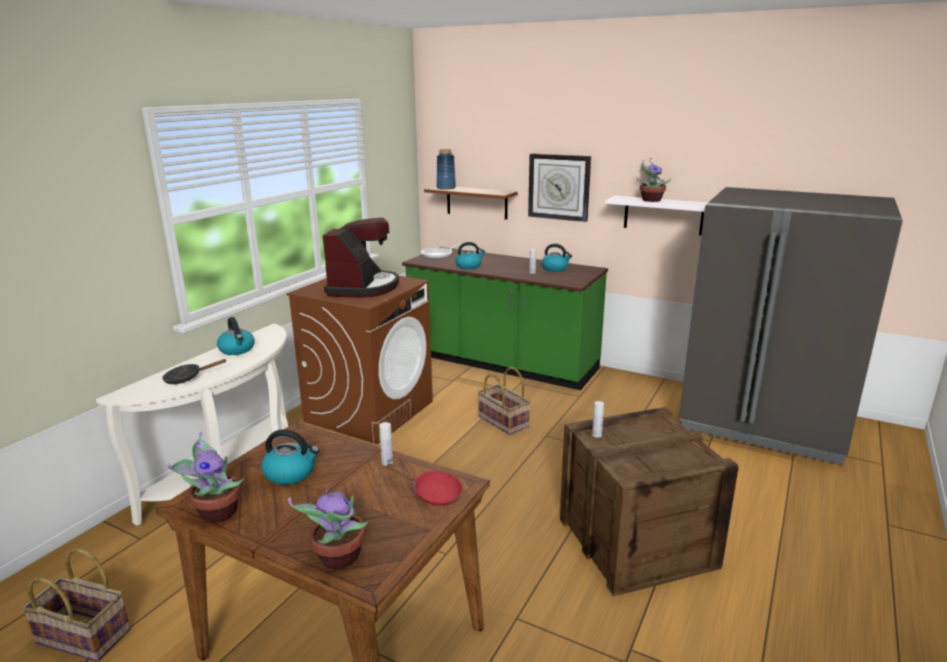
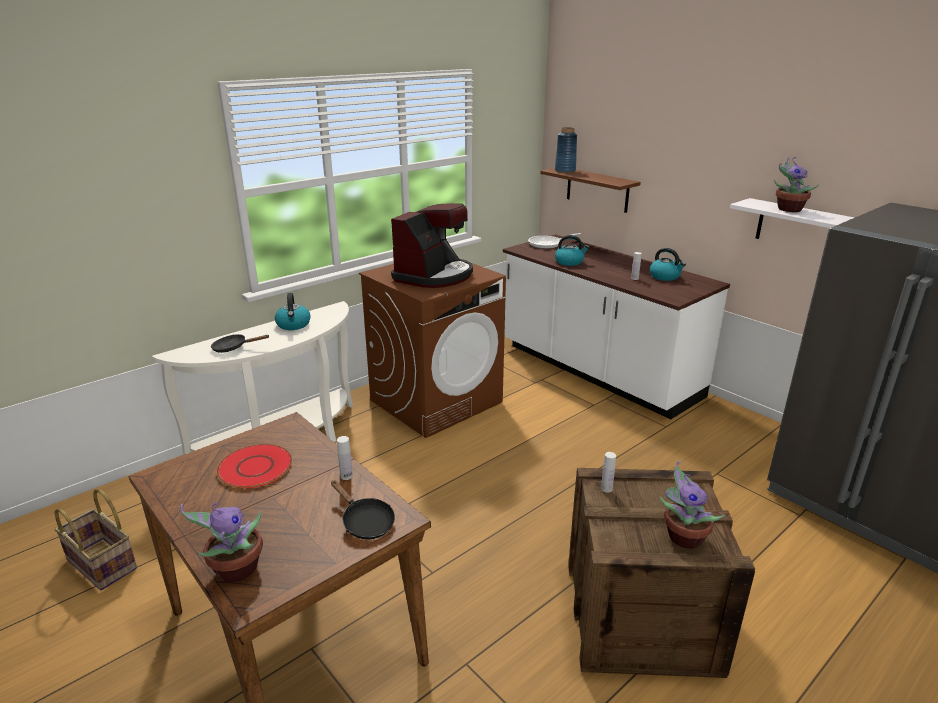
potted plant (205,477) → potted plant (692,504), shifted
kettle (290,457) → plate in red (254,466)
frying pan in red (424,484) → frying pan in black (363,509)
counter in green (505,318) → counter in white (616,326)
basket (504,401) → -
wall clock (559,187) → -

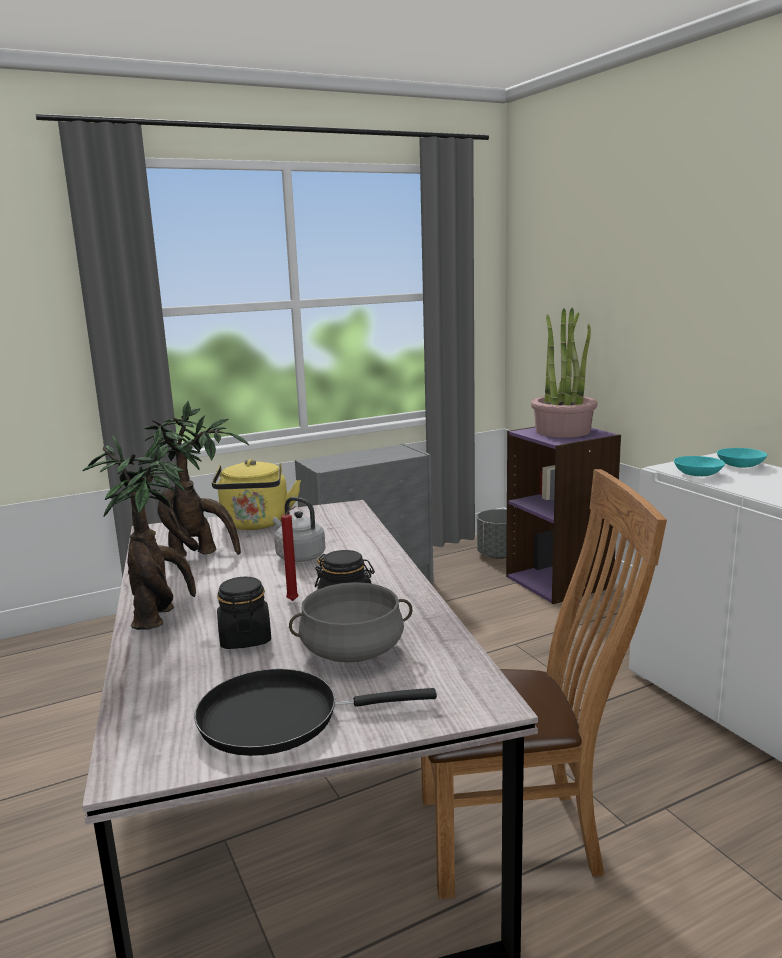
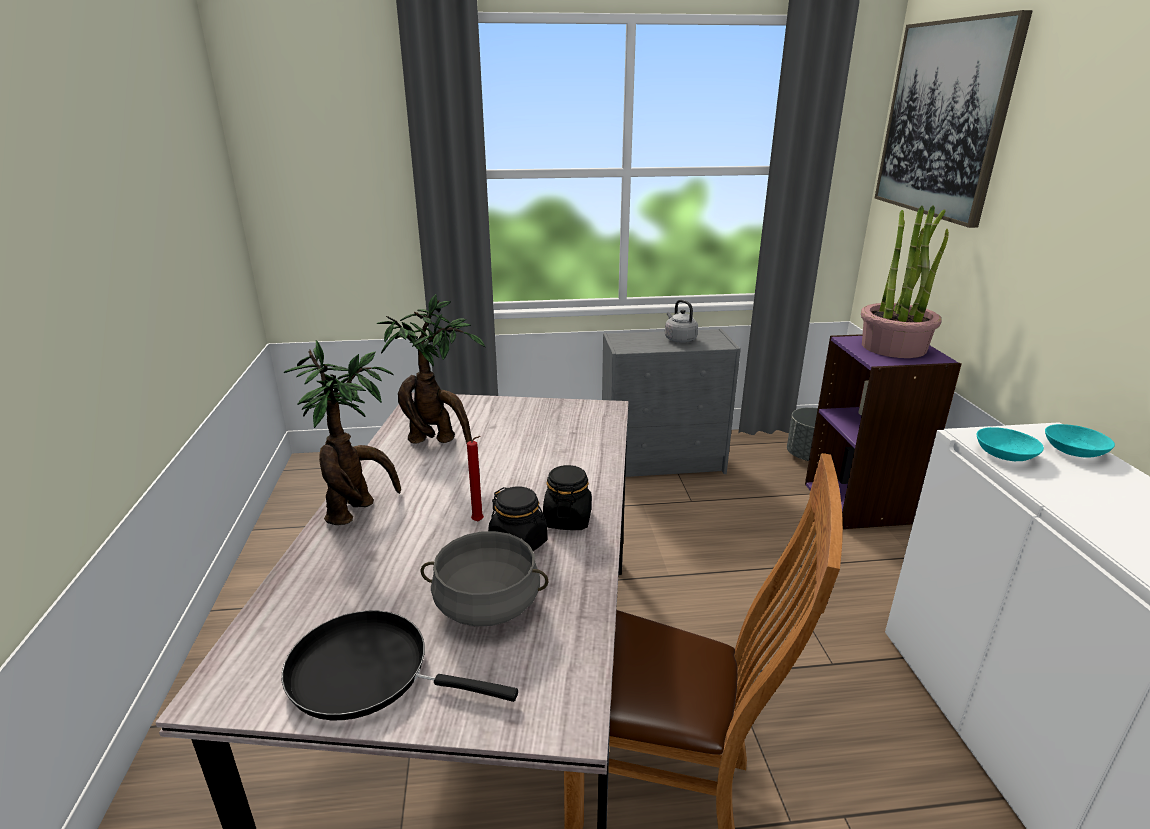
kettle in yellow (256,494) → -
jar in black (244,613) → jar in black (567,497), shifted
kettle in grey (299,529) → kettle in grey (681,321), shifted
- → picture (953,119)

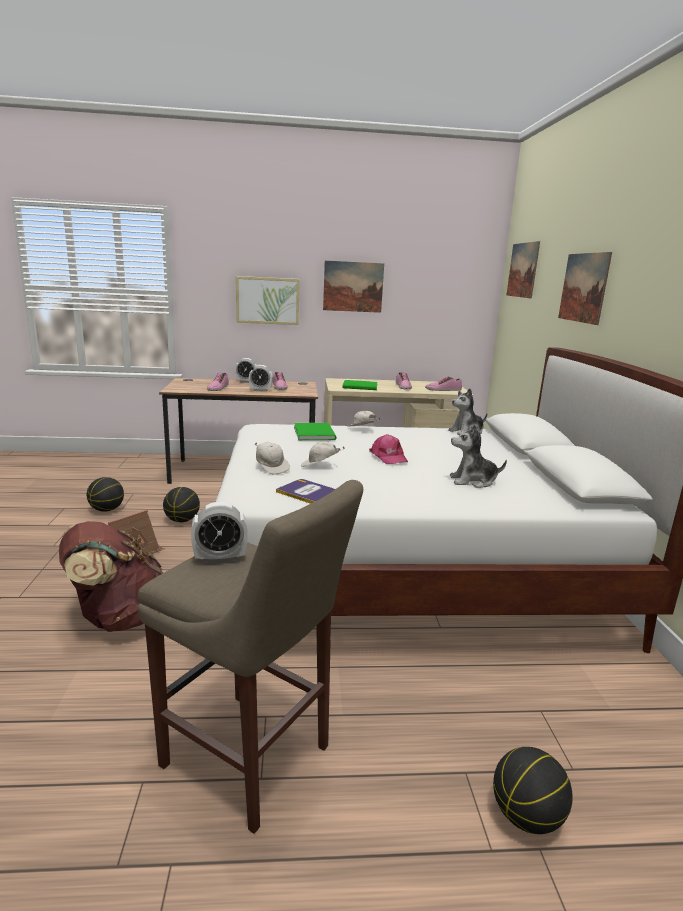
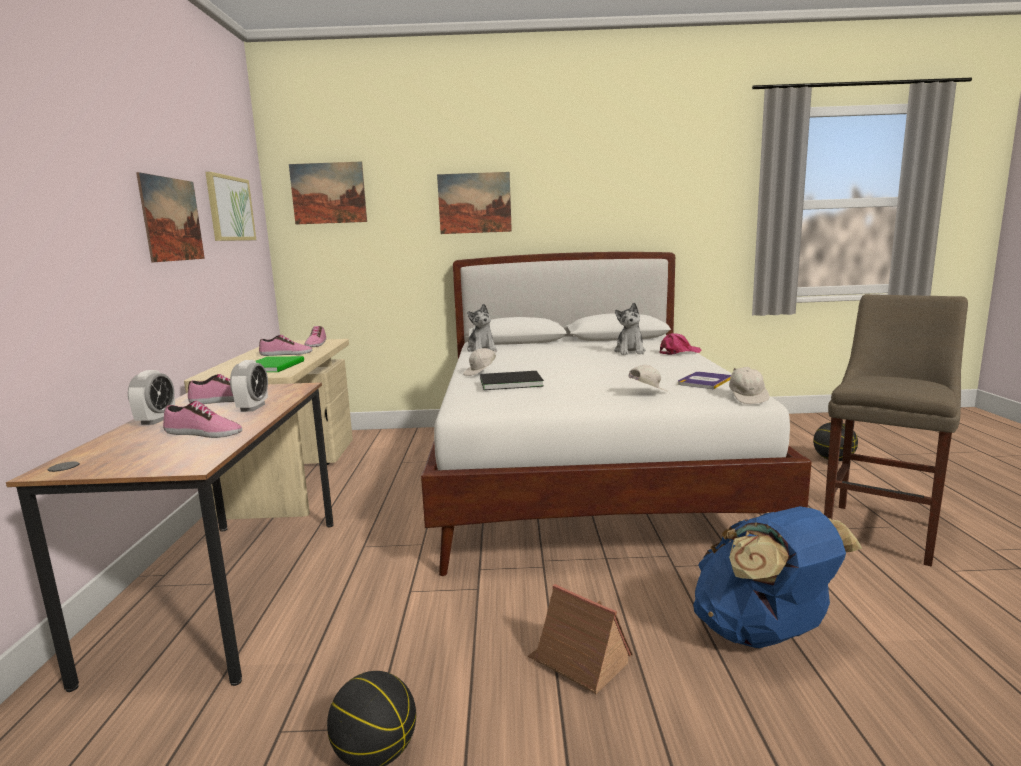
backpack in brown (111,576) → backpack in blue (777,577)
basketball (181,504) → -
alarm clock (219,533) → -
picture (268,300) → picture (230,206), shifted
book in green (315,431) → book in black (512,380)
cap in white (323,454) → cap in white (749,385), shifted
cap in pink (388,449) → cap in pink (680,344), shifted

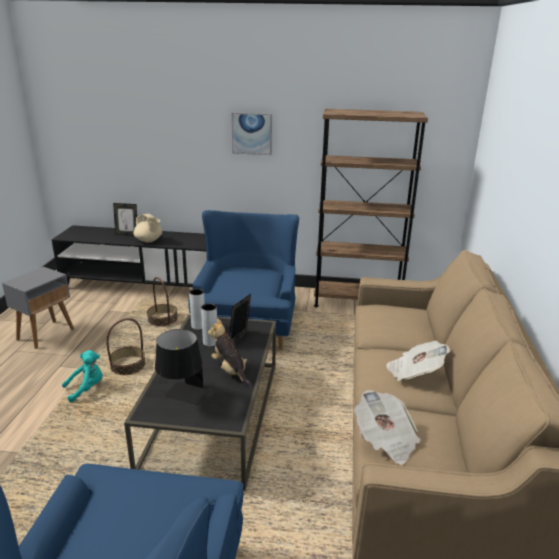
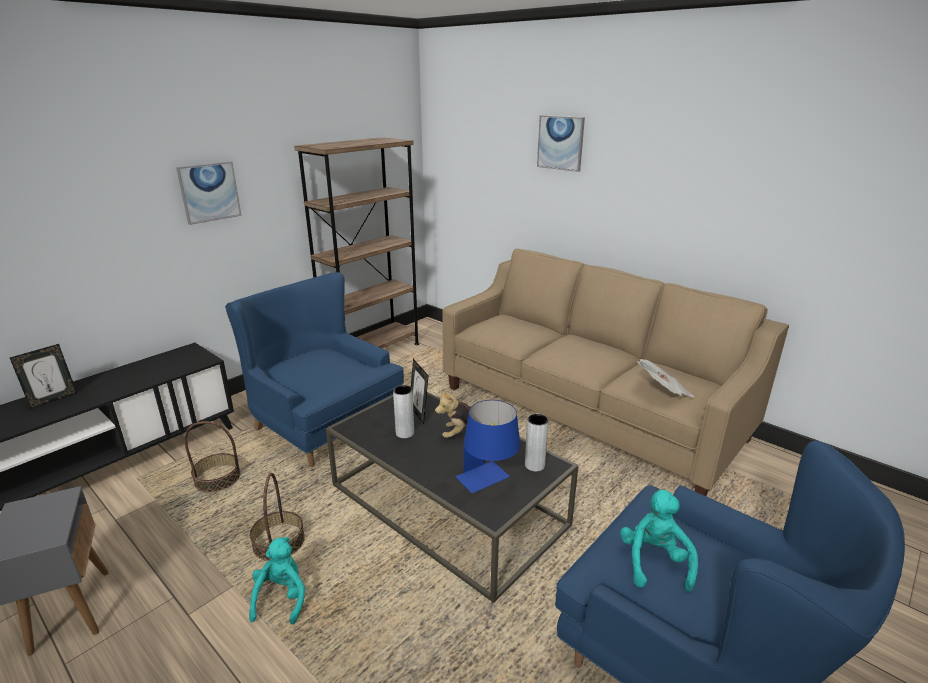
teapot in beige (147,228) → -
table lamp in black (182,367) → table lamp in blue (488,446)
vase in grey (197,309) → vase in grey (537,442), shifted
newspaper (418,361) → -
- → picture (561,143)
- → plush toy in turquoise (659,541)

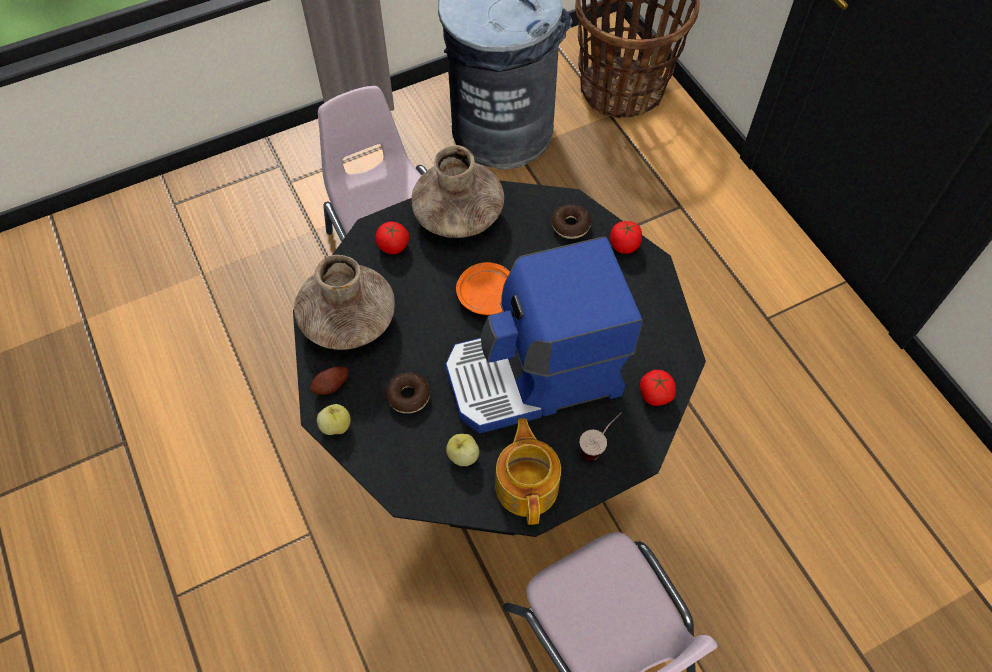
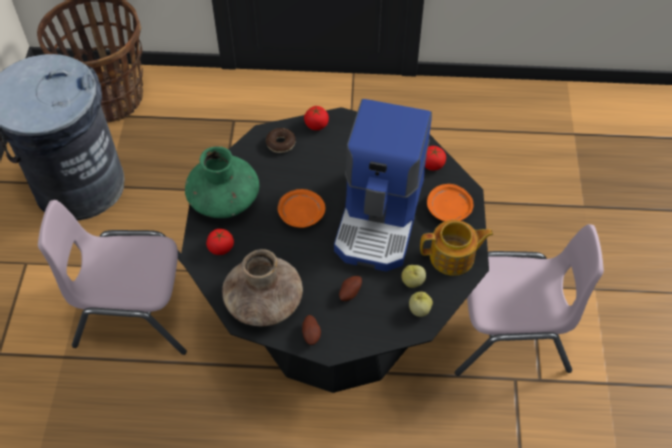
apple (334,419) → apple (421,304), shifted
donut (408,393) → potato (350,288)
vase in brown (457,191) → vase in green (222,182)
teapot (528,471) → teapot (457,248), 150 degrees clockwise
cup (601,436) → plate in orange (450,202)

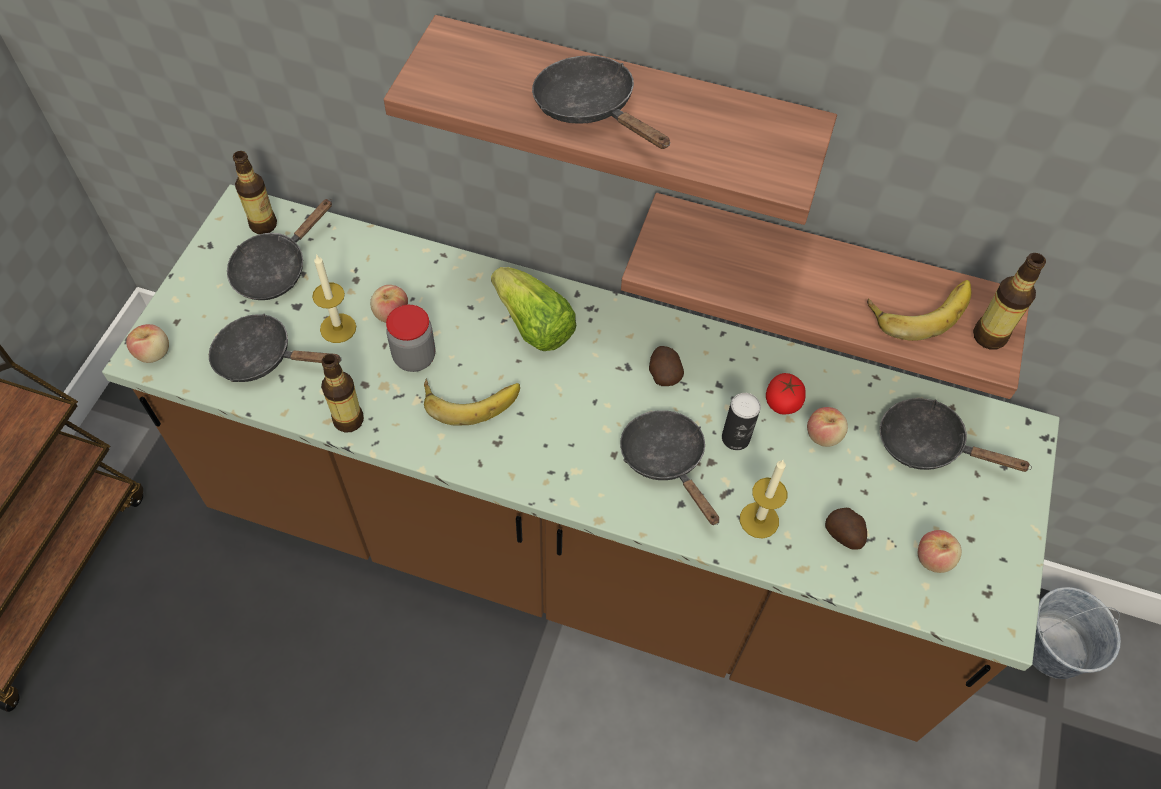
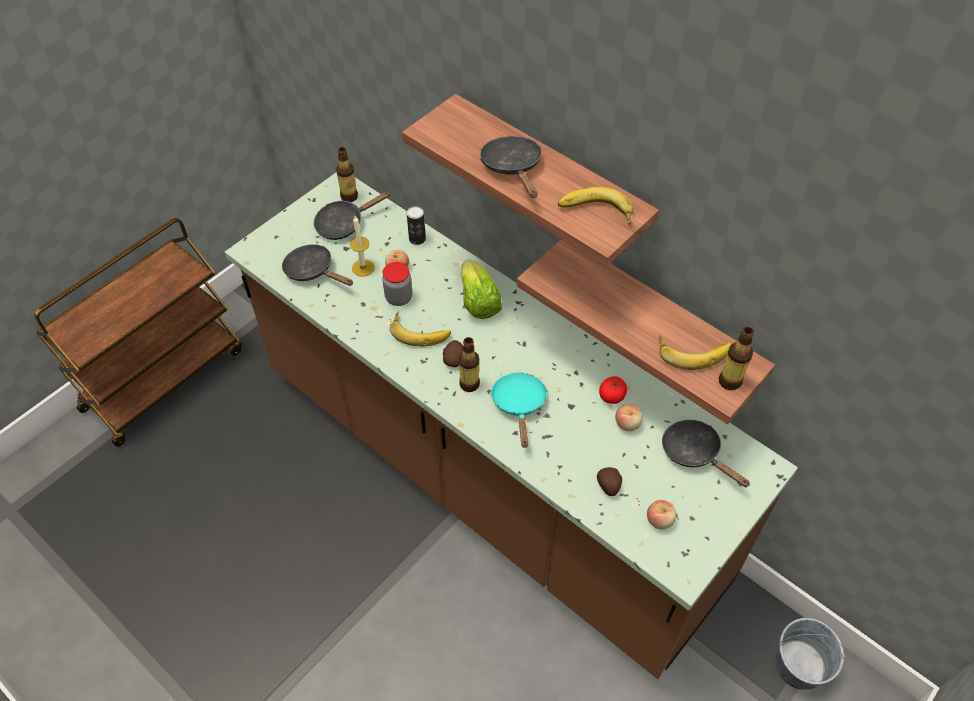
apple (147,343) → -
bottle (342,393) → bottle (469,364), shifted
frying pan in black (669,467) → frying pan in turquoise (519,410)
potato (666,366) → potato (453,353), shifted
can (741,421) → can (416,225), shifted
candle (763,499) → -
- → banana (596,206)

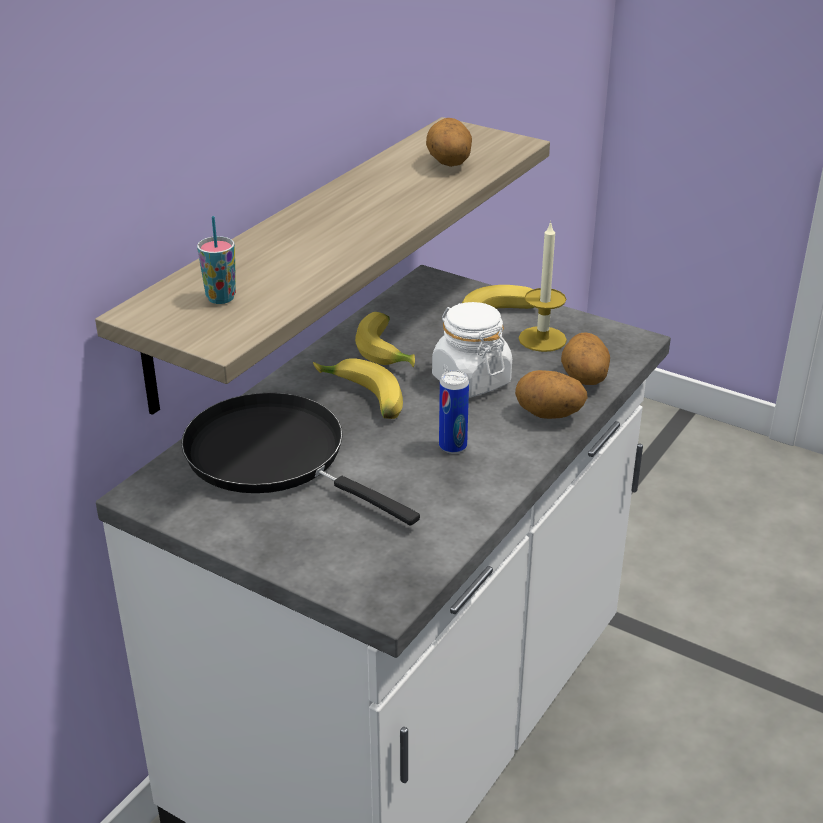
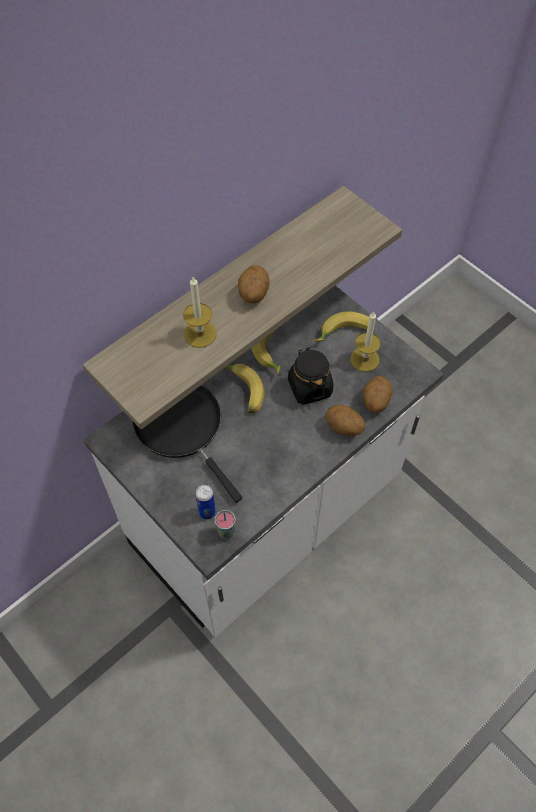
cup (216,260) → cup (225,524), shifted
potato (449,142) → potato (254,284), shifted
jar in white (472,350) → jar in black (311,376)
can (454,412) → can (205,502), shifted
- → candle (199,312)

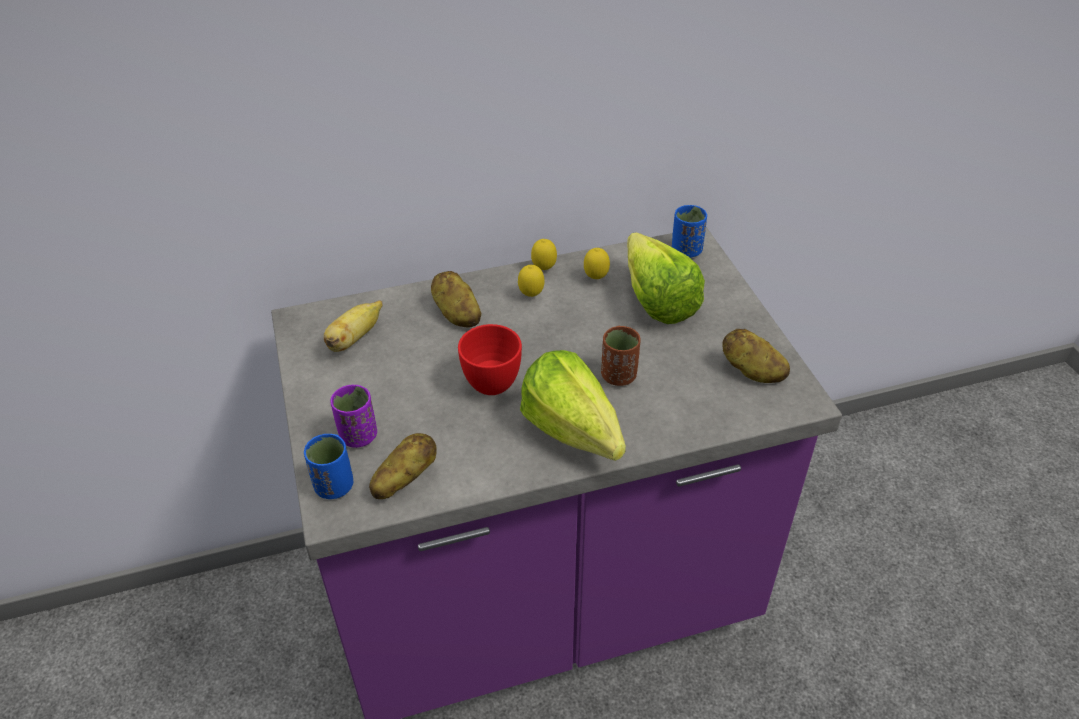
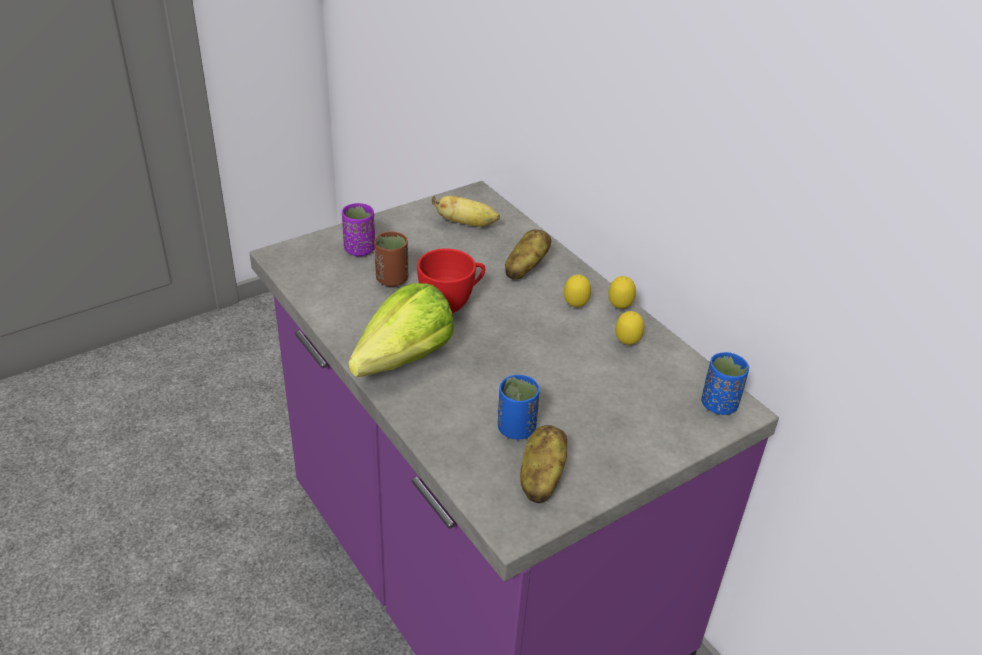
cup in blue (328,466) → cup in blue (519,407), shifted
potato (403,466) → -
cup in brown (621,356) → cup in brown (391,259), shifted
lettuce (666,278) → -

